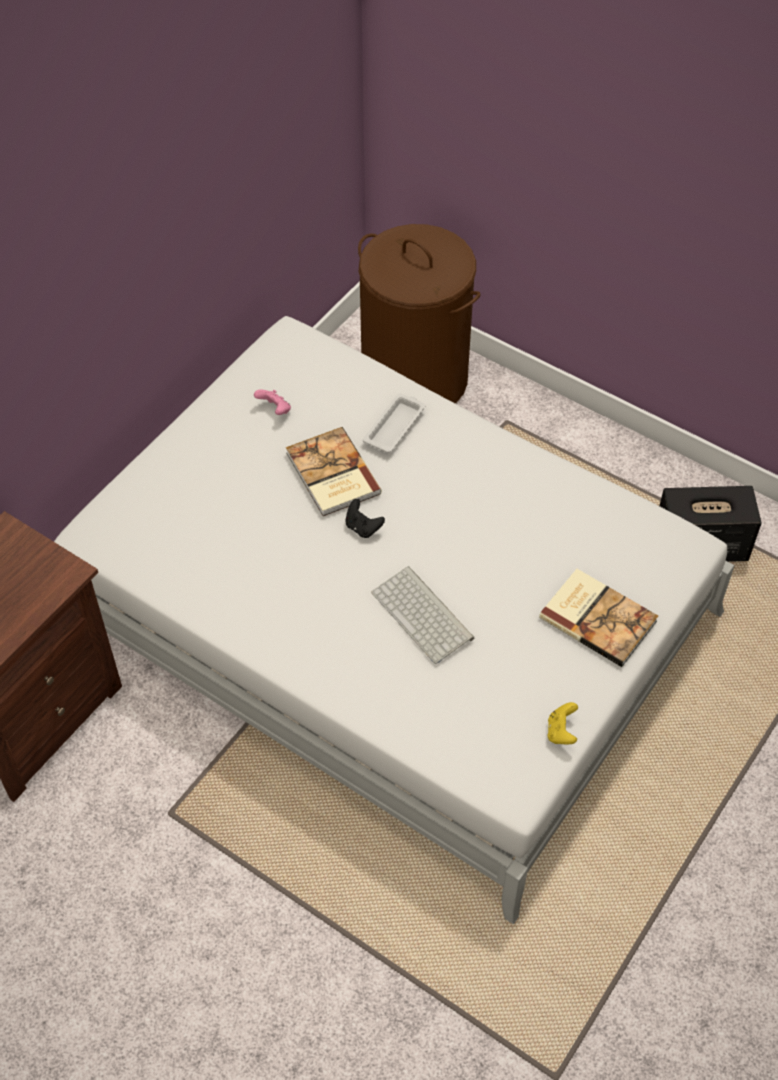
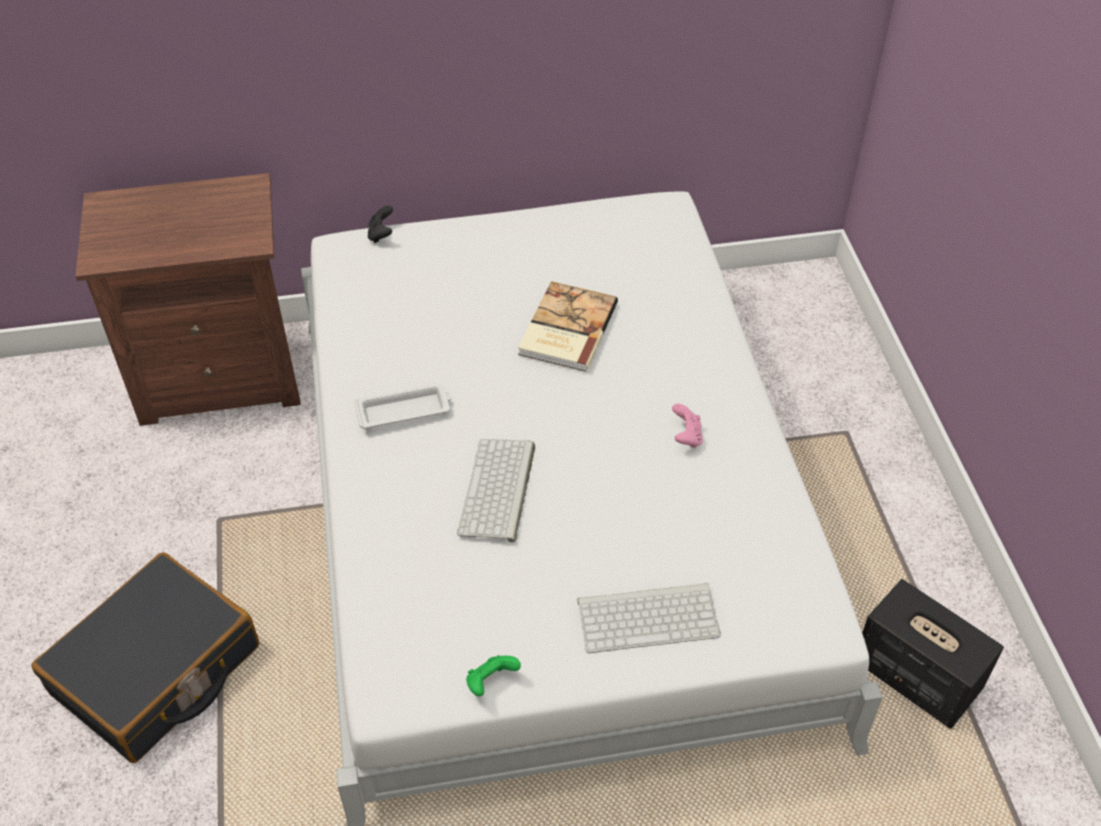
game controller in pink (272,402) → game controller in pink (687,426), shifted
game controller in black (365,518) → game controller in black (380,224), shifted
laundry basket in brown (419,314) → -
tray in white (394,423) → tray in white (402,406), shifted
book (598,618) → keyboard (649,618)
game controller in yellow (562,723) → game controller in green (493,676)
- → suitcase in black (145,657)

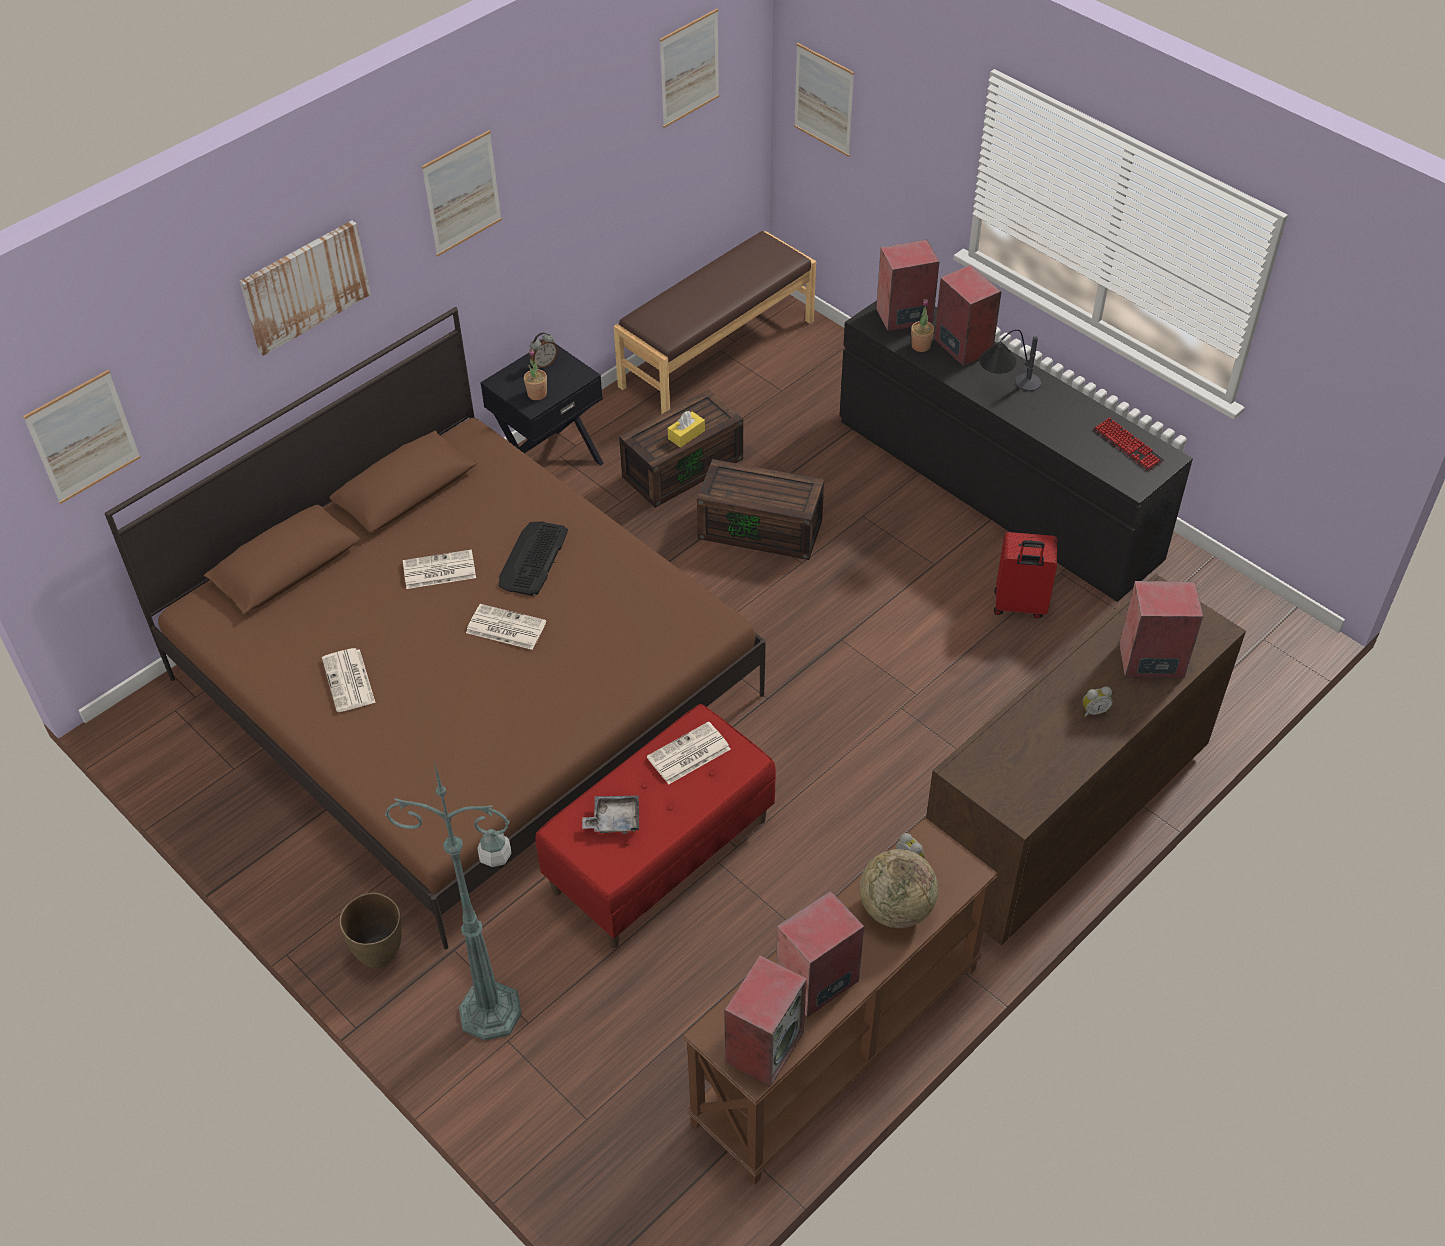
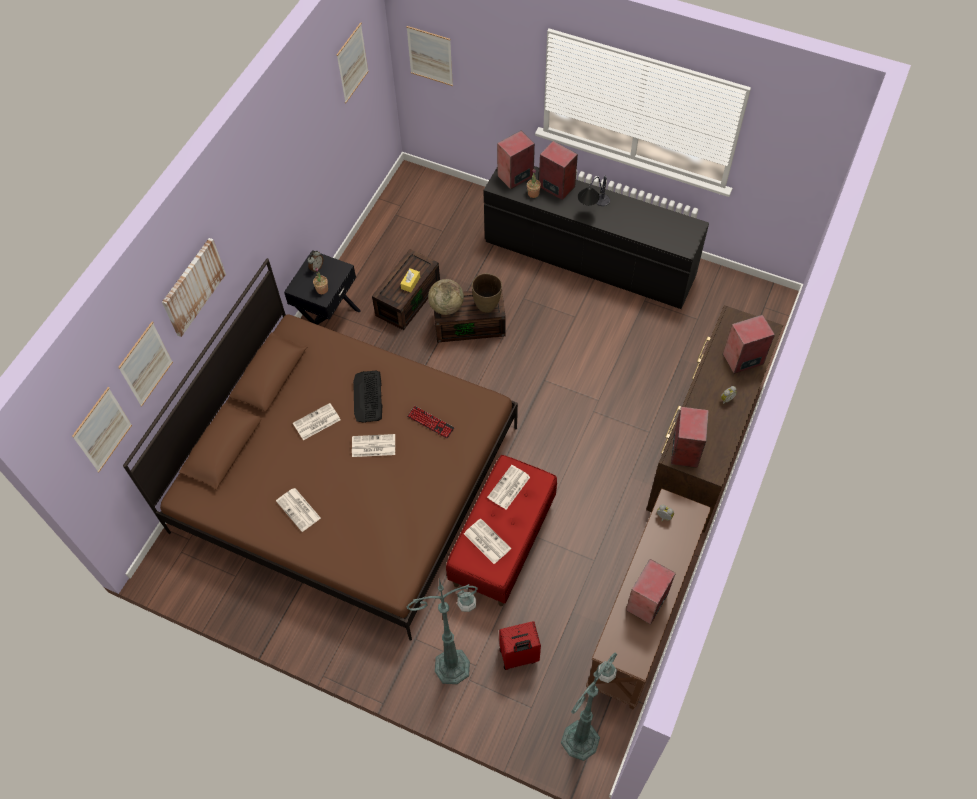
vase in brown (370,930) → vase in brown (487,293), shifted
picture (462,193) → picture (145,364), shifted
tray in grey (610,814) → newspaper (487,541)
bench in brown (715,322) → -
speaker (765,1021) → speaker (690,437), shifted
globe (899,888) → globe (446,297), shifted
suitcase in red (1025,575) → suitcase in red (520,645), shifted
keyboard (1128,444) → keyboard (431,422), shifted
- → floor lamp in green (589,707)

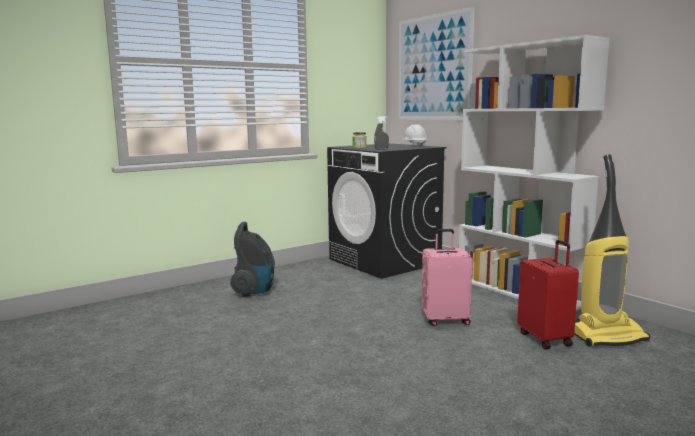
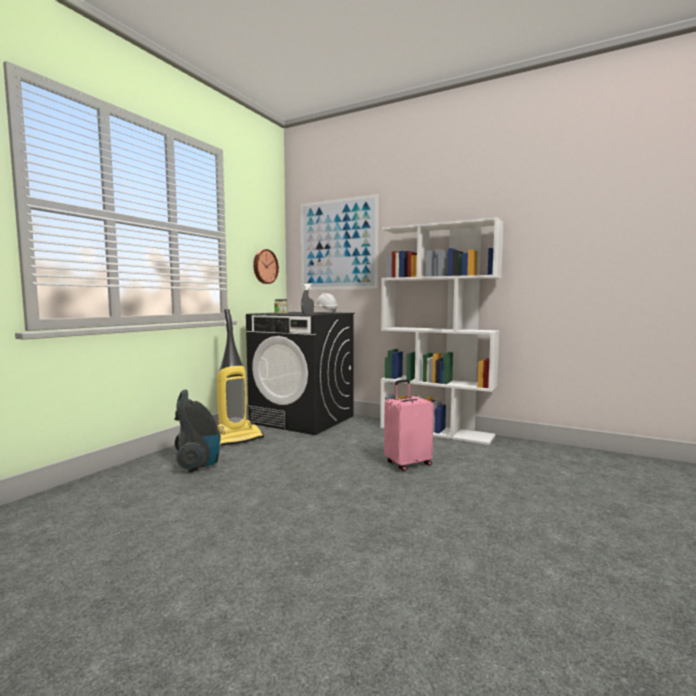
suitcase in red (548,294) → -
vacuum cleaner (612,250) → vacuum cleaner (240,377), shifted
- → wall clock (266,266)

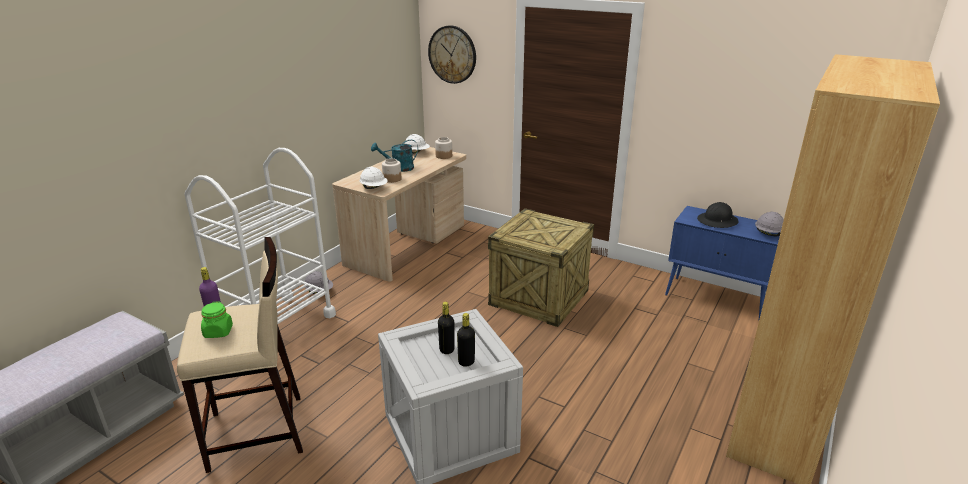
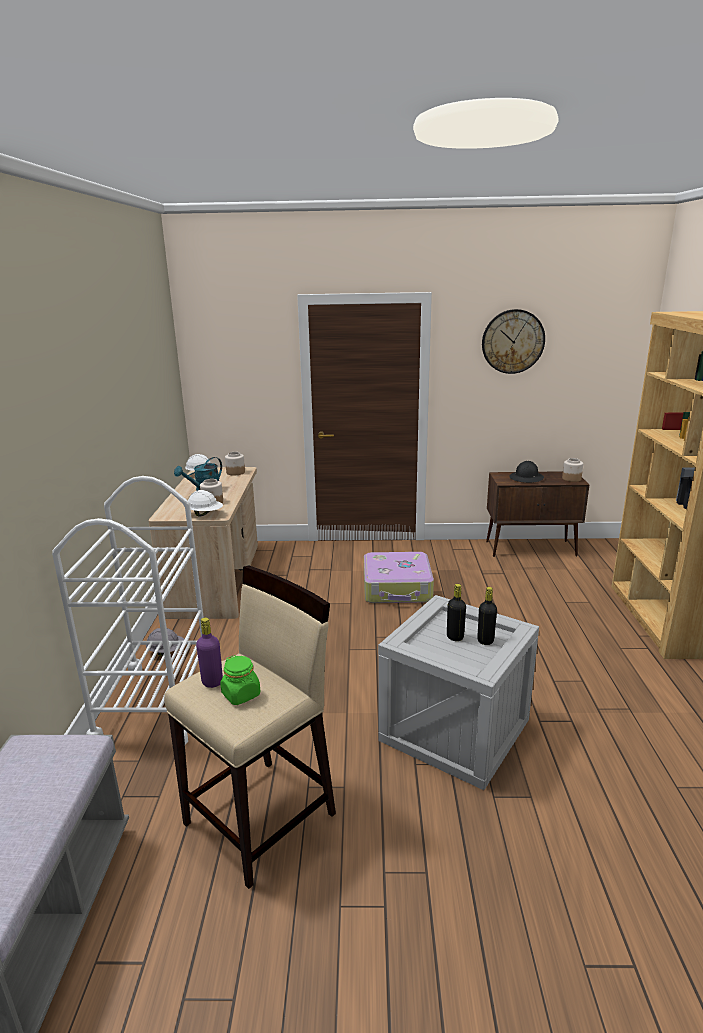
wall clock (452,54) → wall clock (513,341), shifted
crate (541,267) → suitcase (399,577)
cabinet in blue (722,262) → cabinet in brown (537,514)
hard hat in grey (769,224) → jar (572,470)

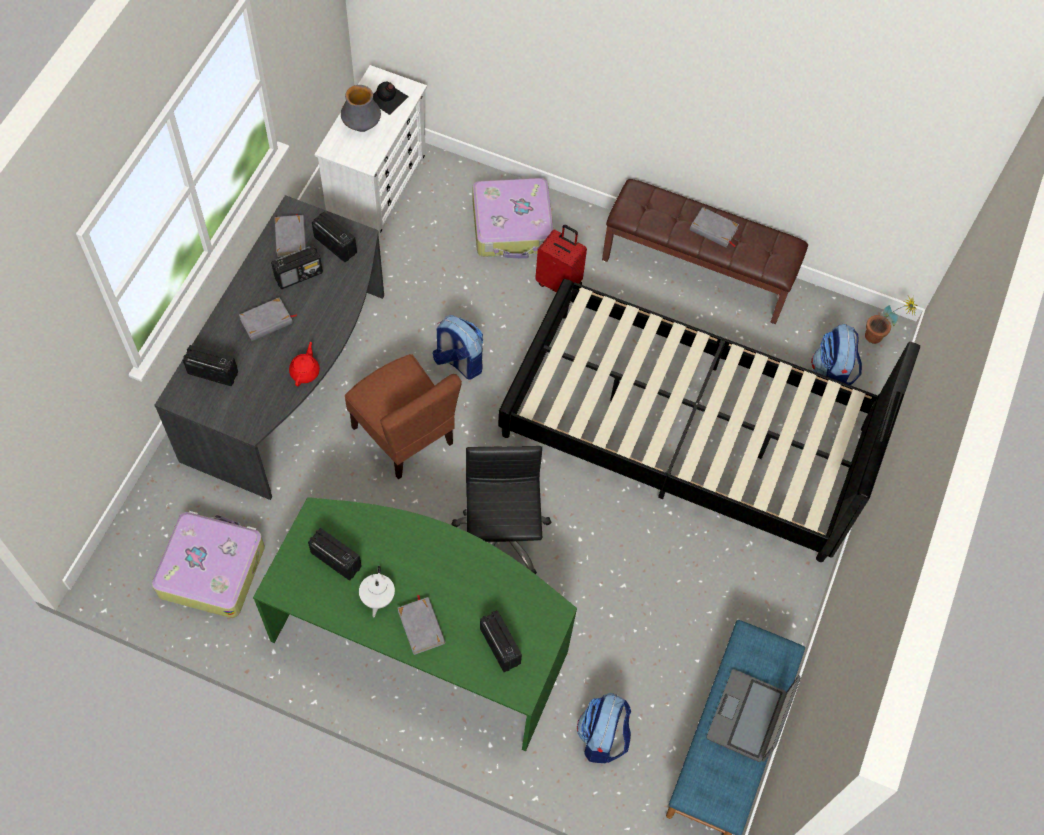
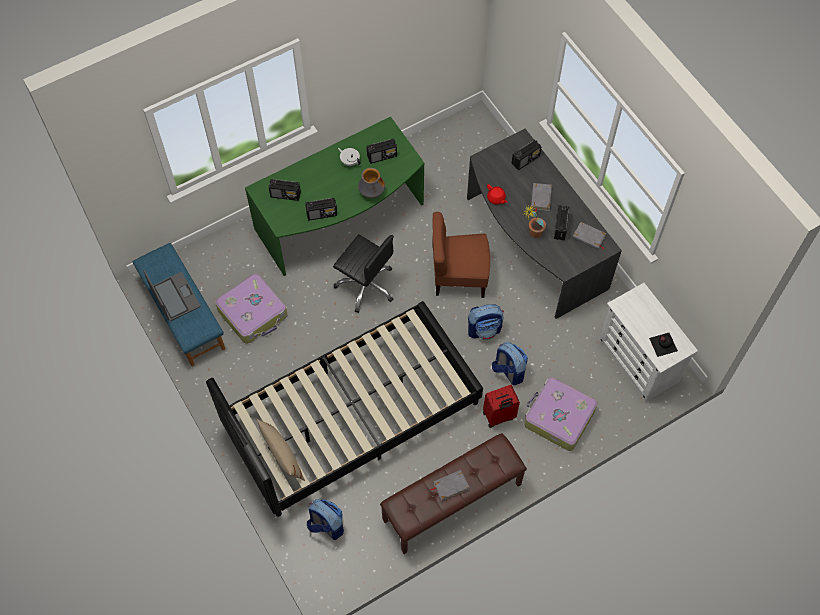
suitcase (208,564) → suitcase (251,309), shifted
radio (334,237) → radio (321,209), shifted
vase (361,108) → vase (371,183), shifted
book in grey (421,624) → -
backpack (604,728) → backpack (510,363), shifted
potted plant (891,320) → potted plant (535,221), shifted
- → pillow in beige (280,450)

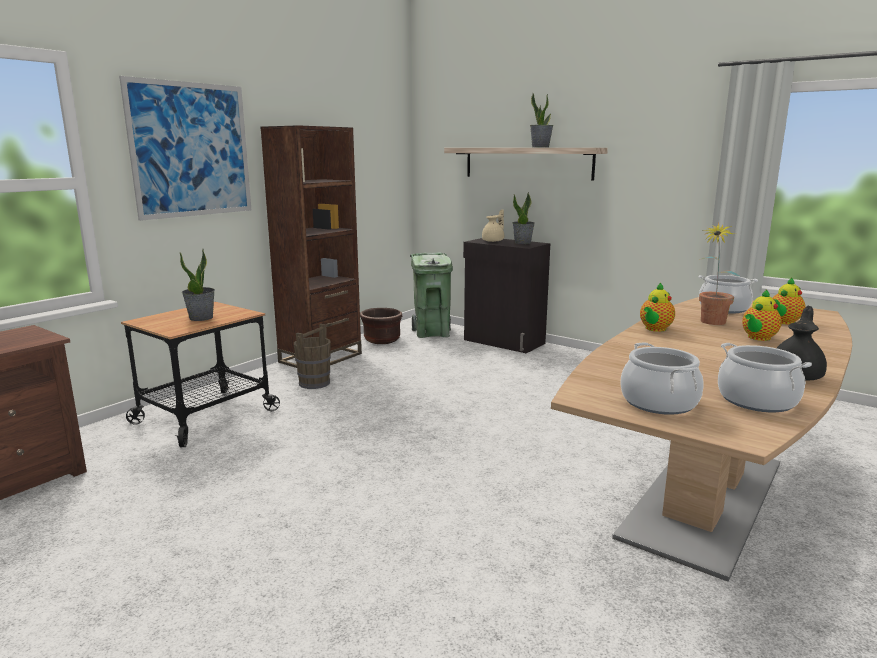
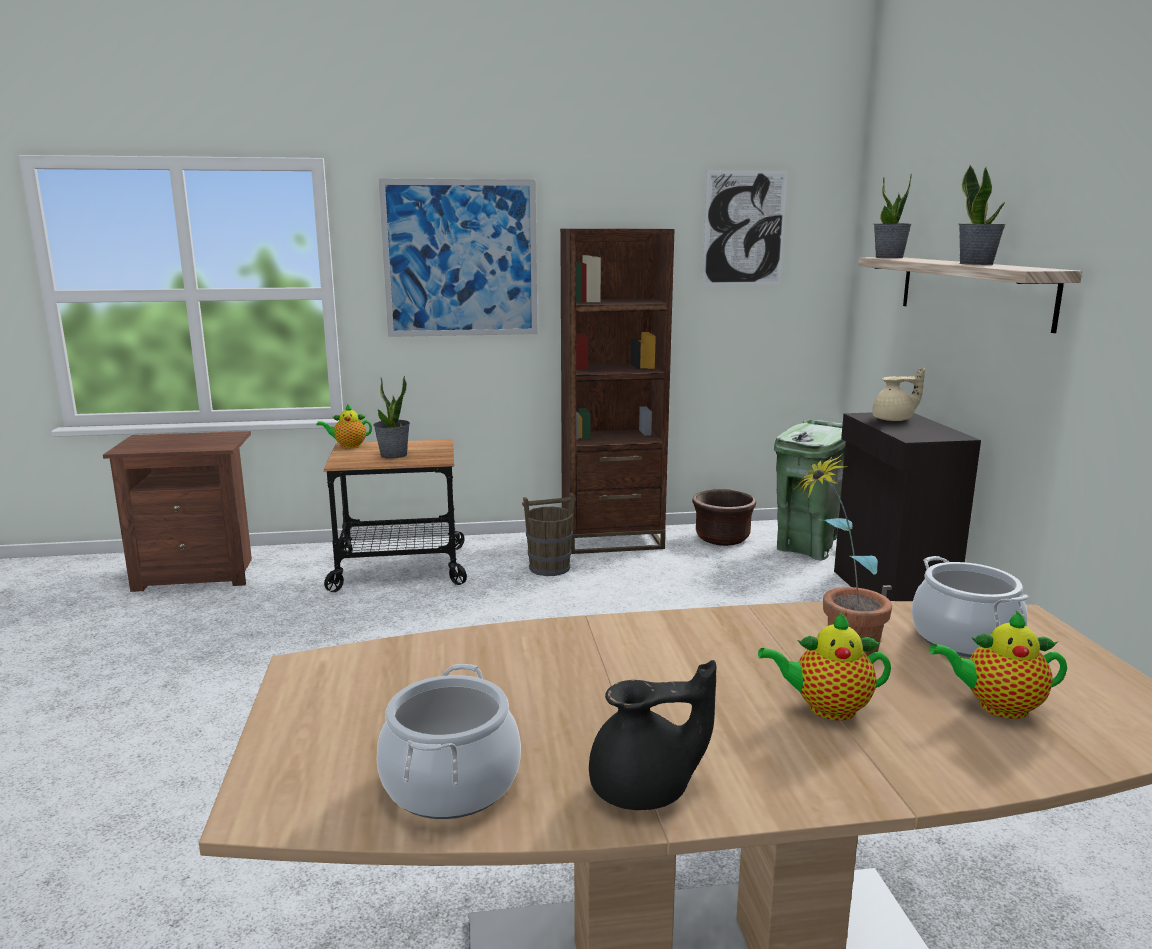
potted plant (523,218) → potted plant (892,216), shifted
cooking pot (662,379) → -
teapot (657,307) → teapot (344,426), shifted
- → picture (744,227)

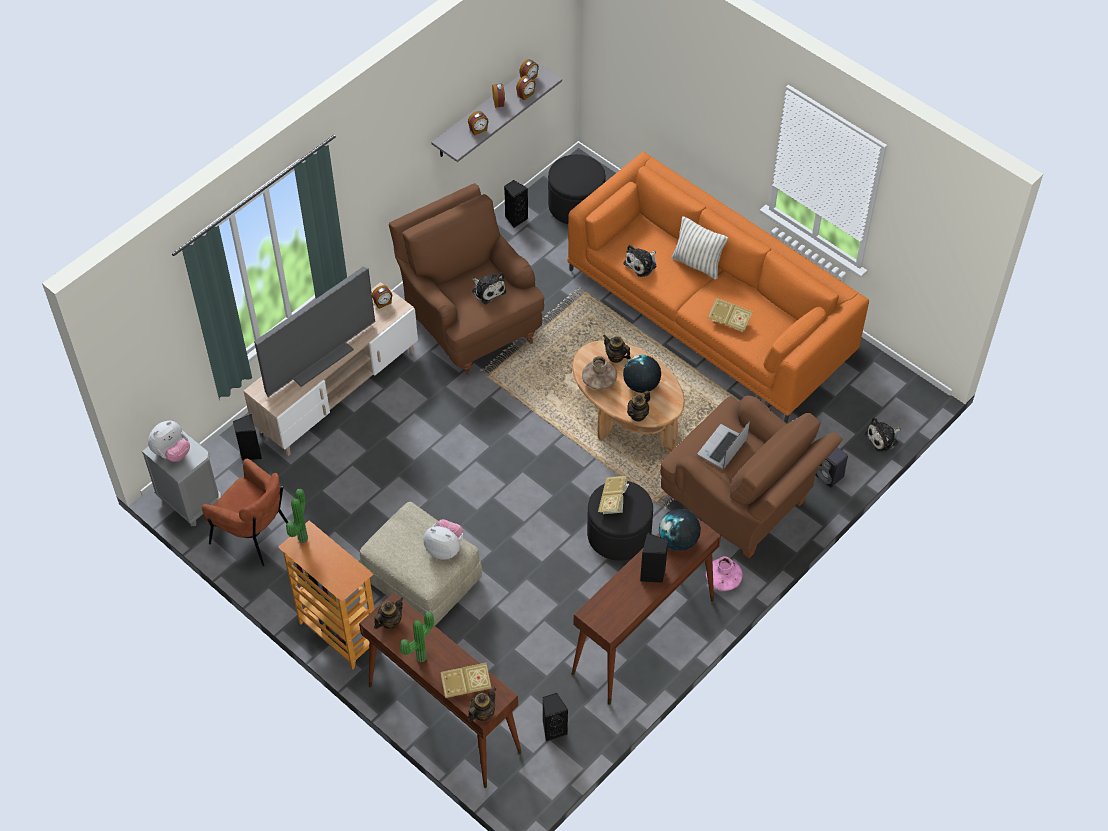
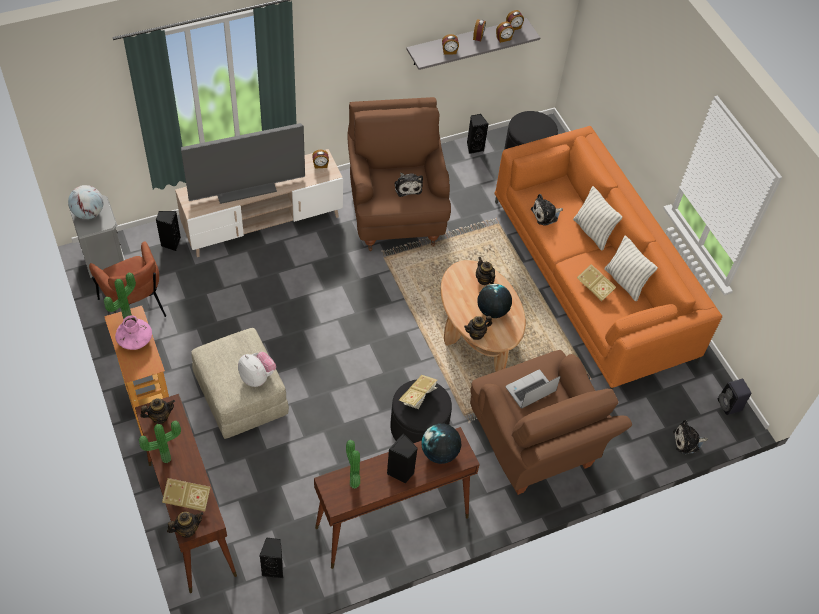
plush toy (169,441) → globe (85,202)
vase in brown (599,373) → -
vase in pink (724,573) → vase in pink (133,332), shifted
speaker in black (832,467) → speaker in black (734,397), shifted
- → potted plant (353,464)
- → pillow (631,268)

